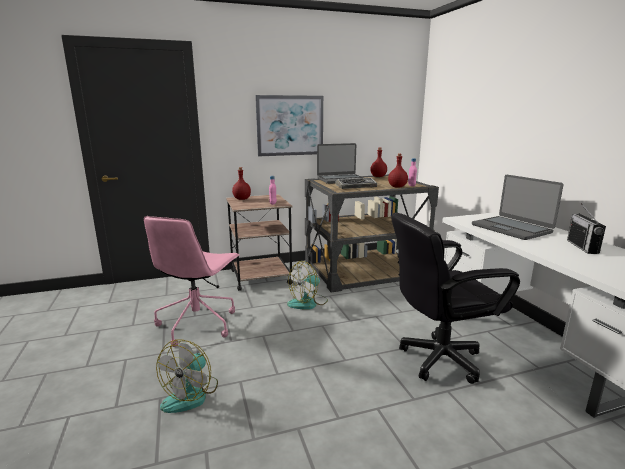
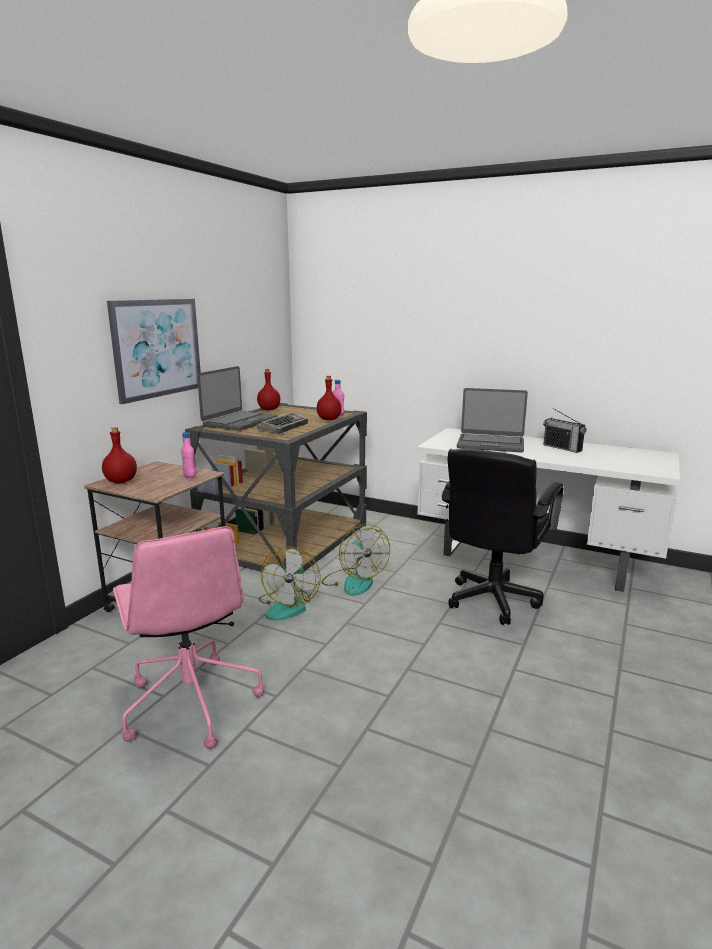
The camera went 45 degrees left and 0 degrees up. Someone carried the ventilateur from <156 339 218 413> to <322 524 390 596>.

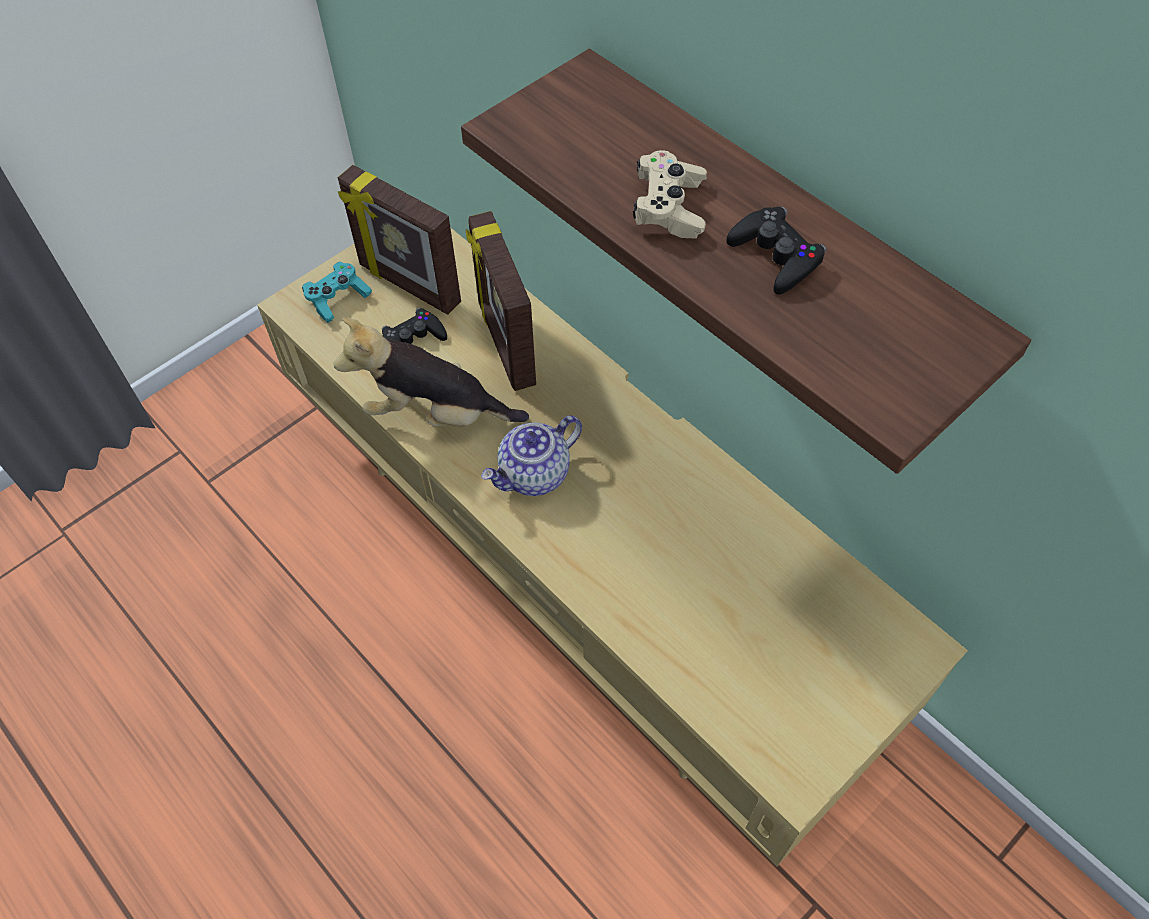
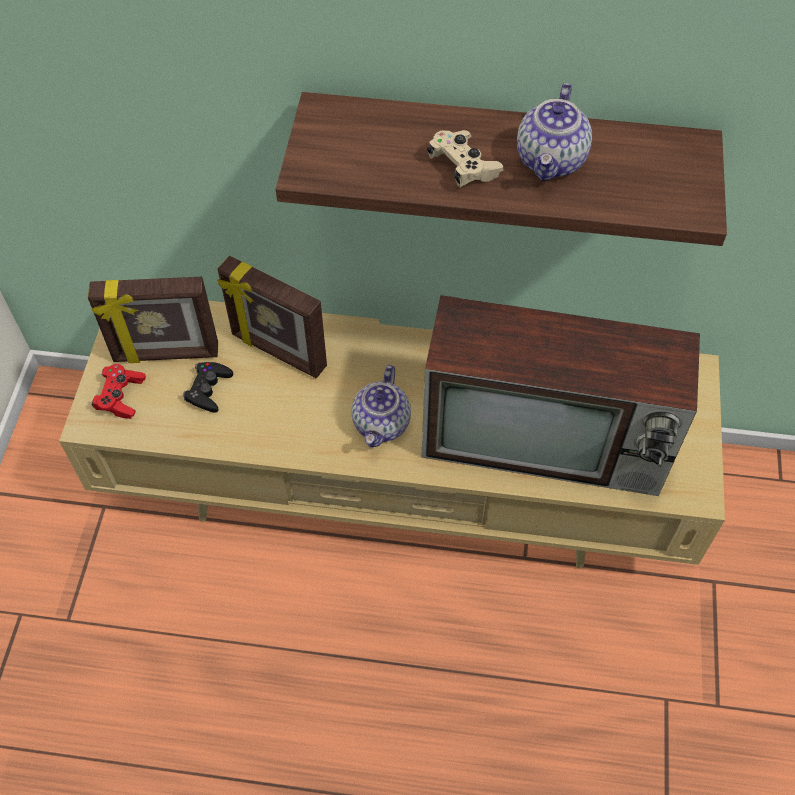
The camera went 40 degrees left and 0 degrees up. Someone took away the peluche at <334 318 529 427>. Someone put down the téléviseur at <422 295 700 496>. Someone swapped the manette [noir] at <727 207 826 295> for the théière at <517 83 592 181>. Someone repainted the manette [turquoise] at <302 262 372 323>, which became the manette [rouge] at <92 364 146 419>.

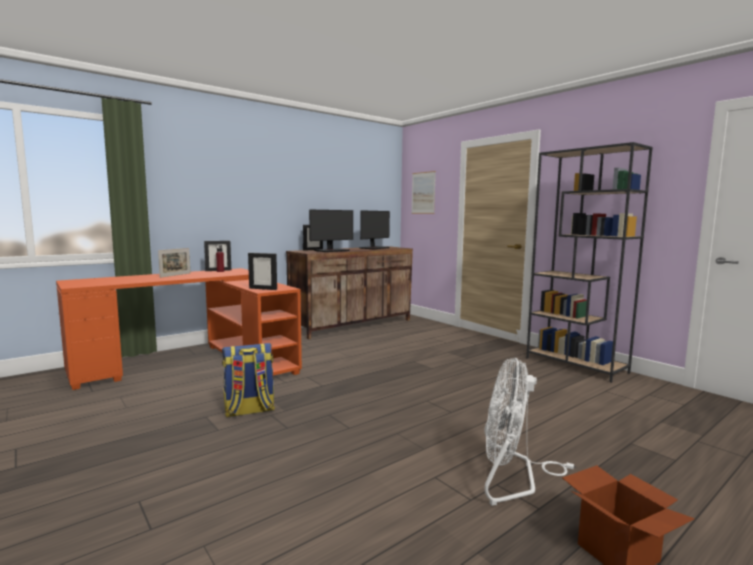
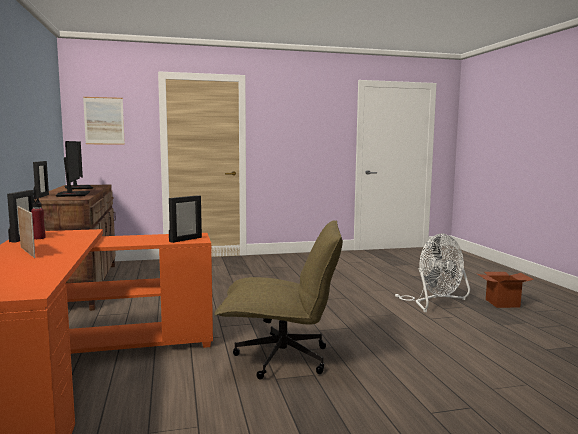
The camera went 65 degrees left and 0 degrees up. Someone took away the bibliothèque at <526 142 653 383>. Someone swapped the sac à dos at <222 343 275 418> for the chaise de bureau [beige] at <215 221 343 380>. Someone rotated the ventilateur [blanc] at <485 358 576 506> by 75 degrees counterclockwise.

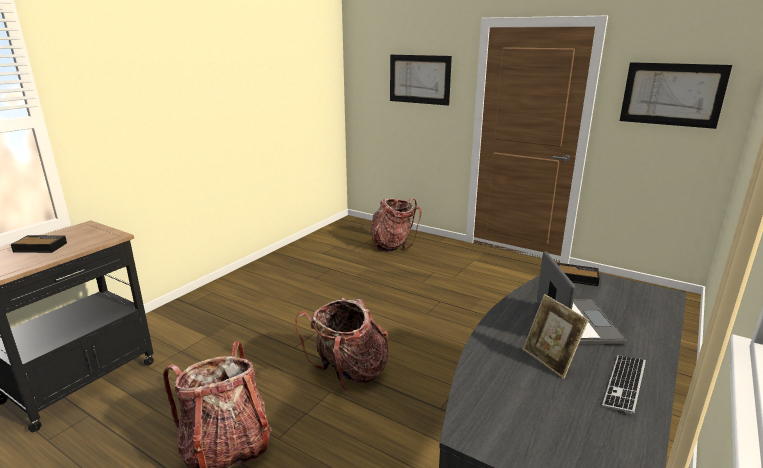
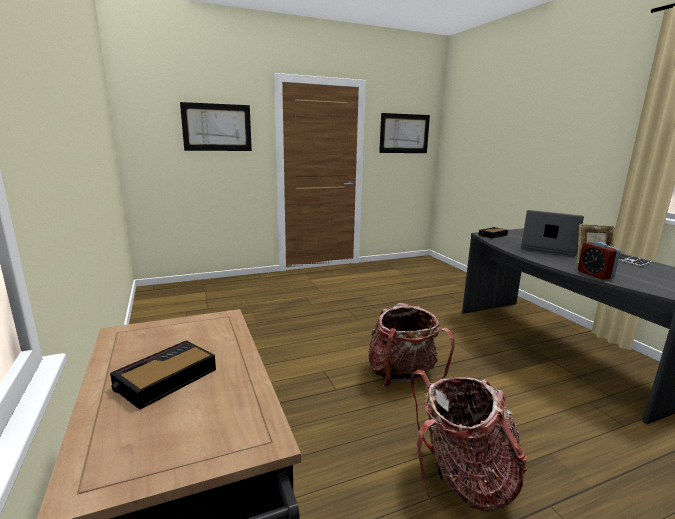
The camera went 55 degrees left and 5 degrees down. Someone took away the sac à dos at <371 198 422 252>. Someone put down the réveil at <578 242 621 280>.

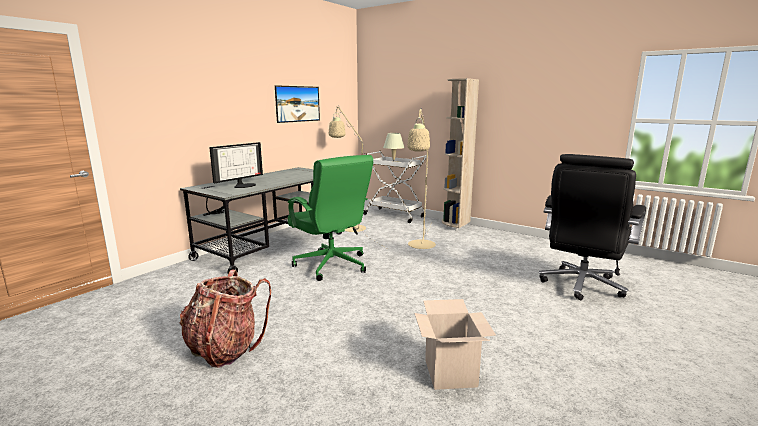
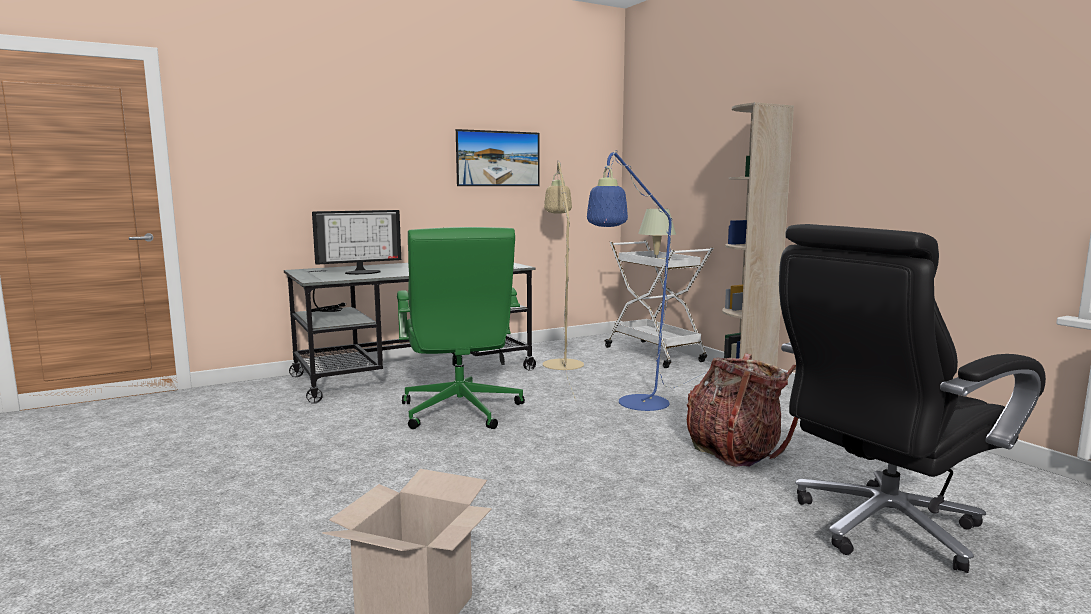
The camera went 25 degrees right and 5 degrees down. Someone carried the sac à dos from <180 270 271 368> to <687 353 798 467>. Someone repainted the lampadaire [beige] at <407 108 436 249>, which became the lampadaire [bleu] at <587 150 706 411>.

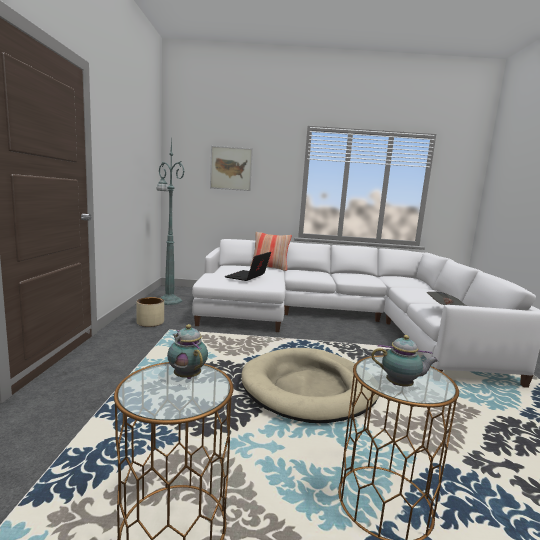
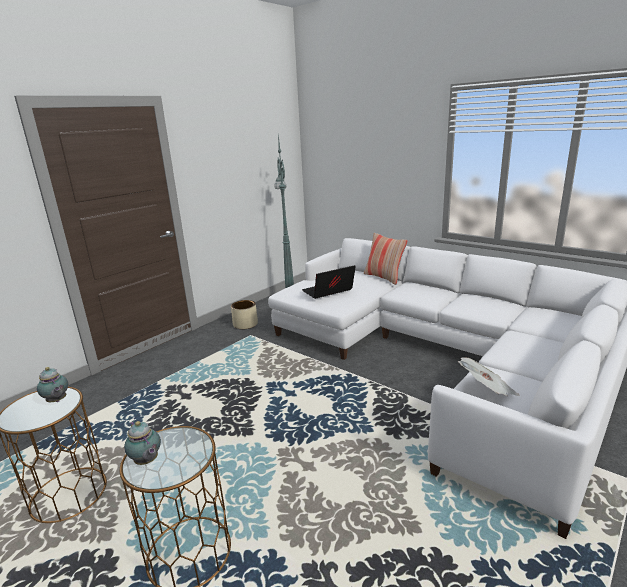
The camera went 40 degrees right and 10 degrees up. Someone took away the tableau at <210 146 253 191>. Someone took away the panier pour chien [beige] at <241 348 379 423>. Someone rotated the théière at <167 324 208 379> by 135 degrees clockwise.

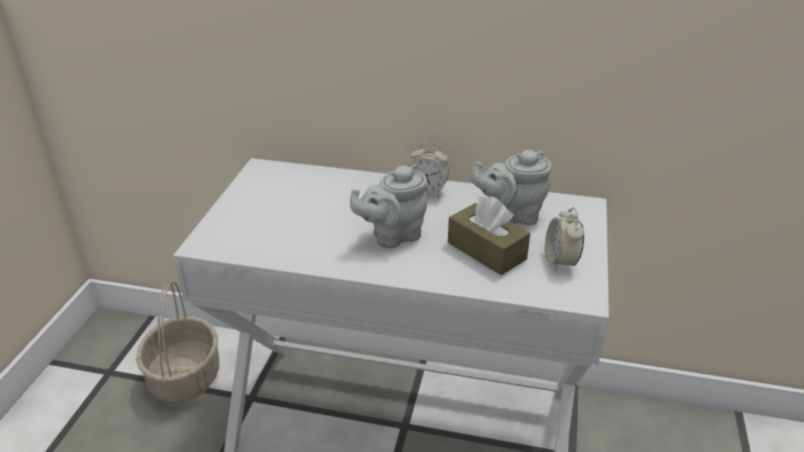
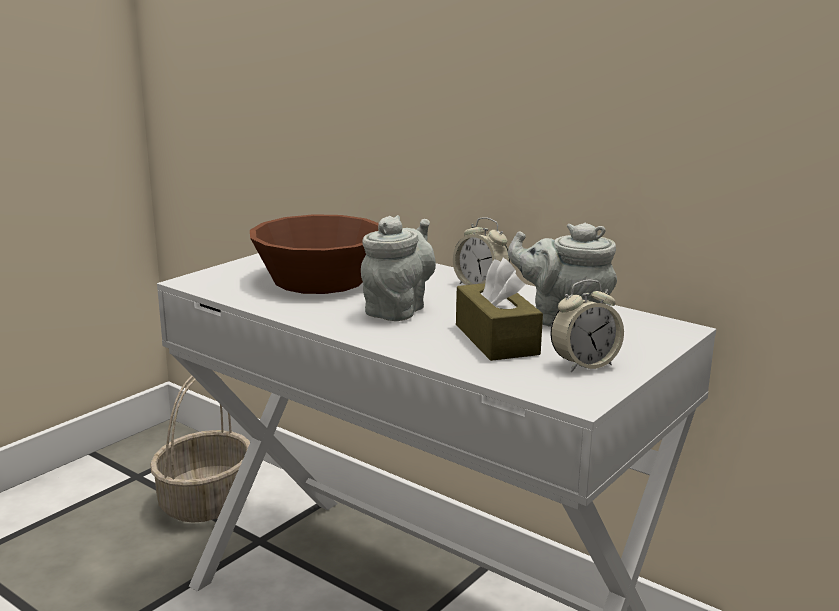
The camera went 25 degrees right and 15 degrees down. Someone put down the bol [marron] at <250 214 379 294>. Someone rotated the théière [gris] at <350 165 427 248> by 120 degrees clockwise. Someone rotated the réveil at <545 207 584 271> by 135 degrees counterclockwise.

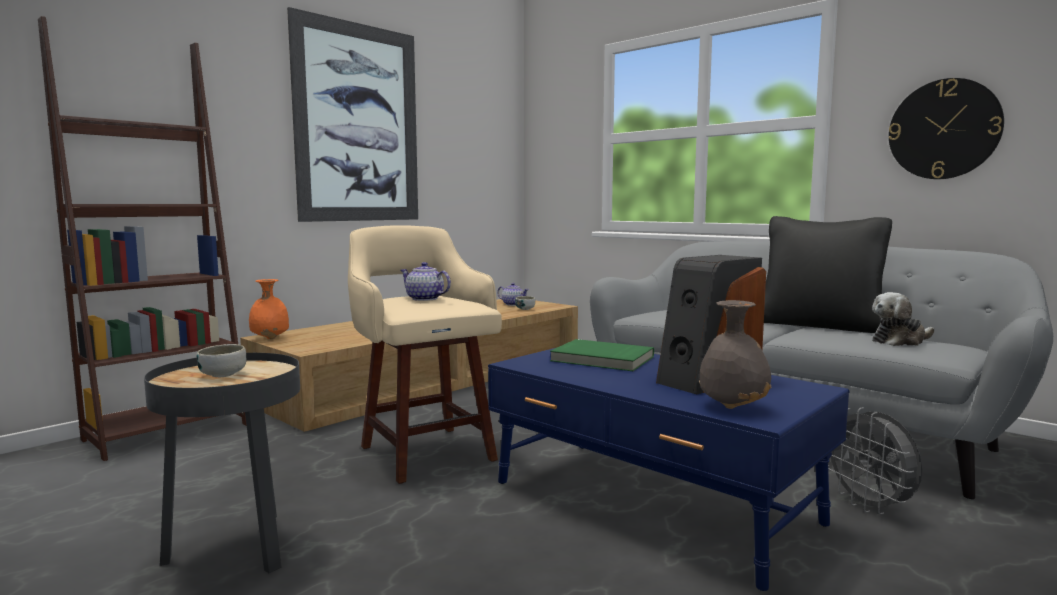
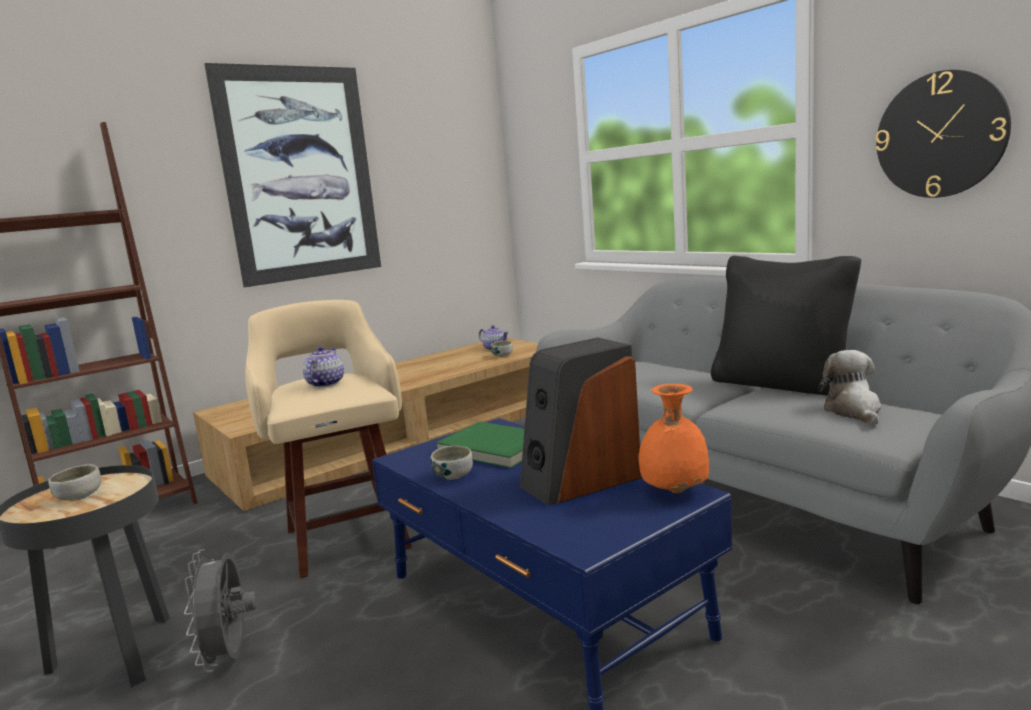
The camera went 10 degrees right and 5 degrees up. Someone took away the vase [gris] at <699 300 771 409>. Someone put down the bol at <431 446 473 480>. Someone carried the vase [orange] from <249 279 289 339> to <638 384 709 493>. Someone carried the ventilateur [gris] from <828 407 923 514> to <184 549 257 672>. Someone rotated the théière at <400 262 451 301> by 60 degrees clockwise. Someone rotated the peluche at <872 292 934 346> by 105 degrees clockwise.

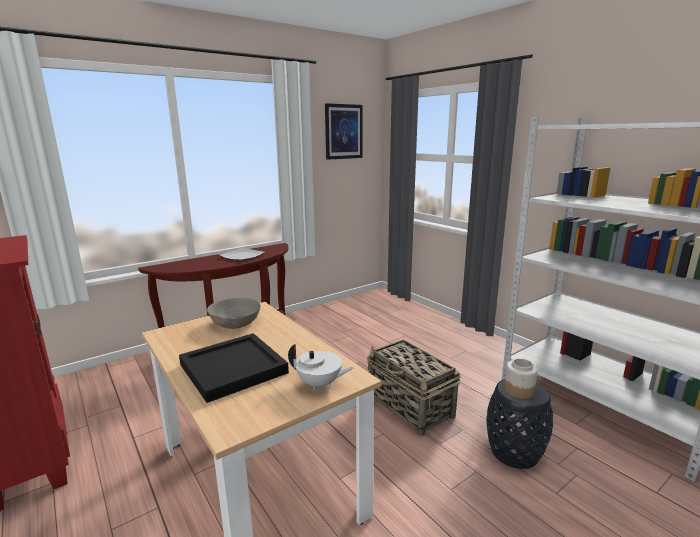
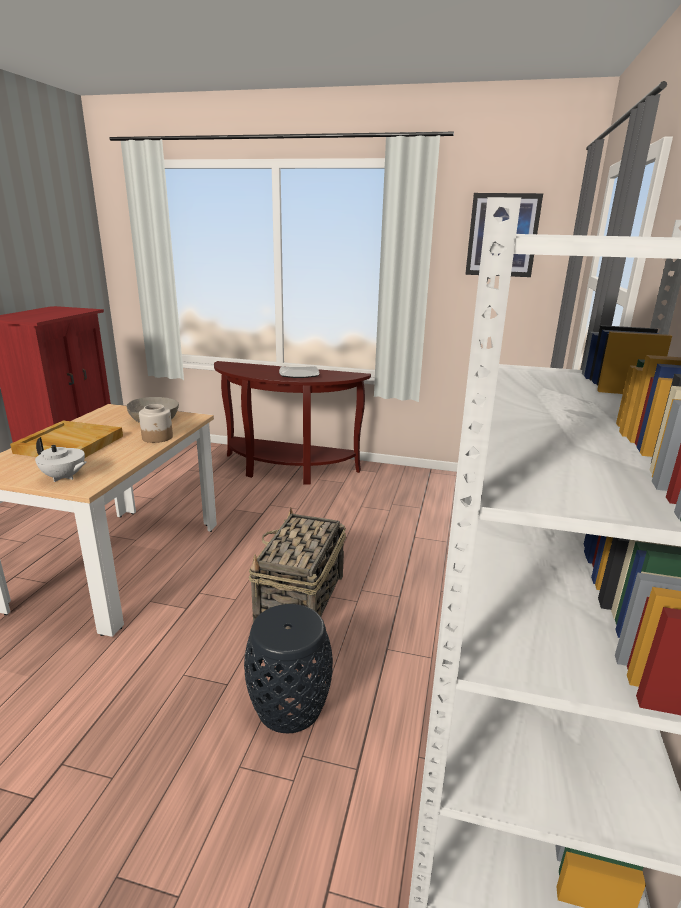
The camera went 50 degrees right and 5 degrees up. Someone carried the bocal from <504 358 538 399> to <139 404 173 443>. Someone repainted the plateau [noir] at <179 333 289 403>, which became the plateau [beige] at <10 421 123 458>. Someone rotated the théière [blanc] at <288 343 354 391> by 45 degrees counterclockwise.

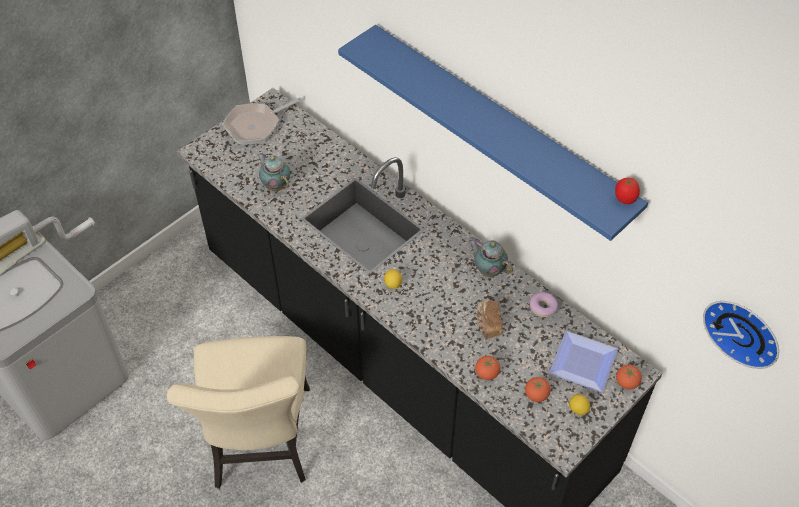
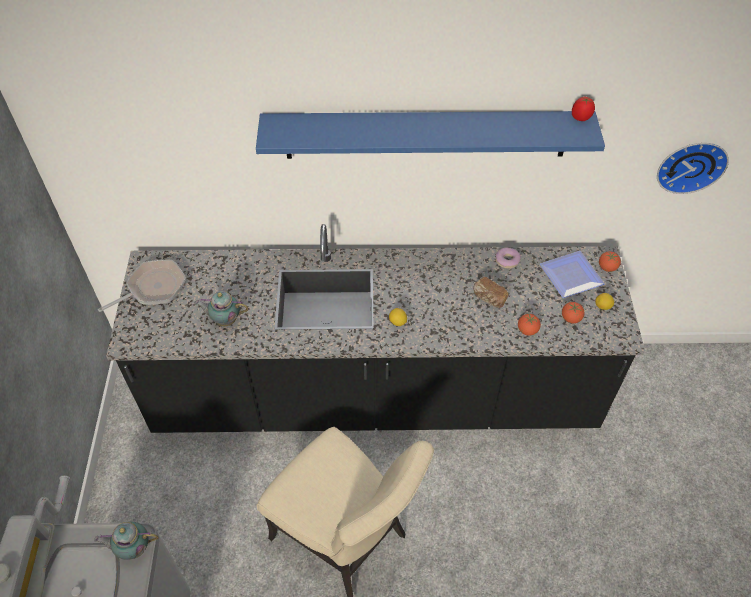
The camera went 45 degrees left and 0 degrees up. Someone carried the théière from <468 238 513 277> to <94 522 159 560>. Someone rotated the poêle at <222 97 302 144> by 135 degrees counterclockwise.

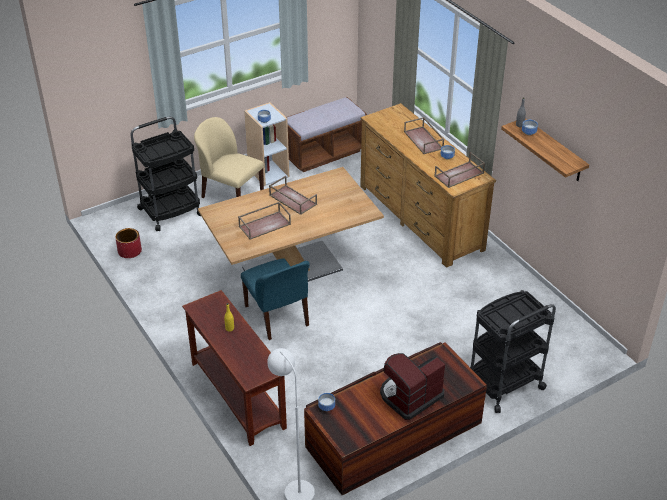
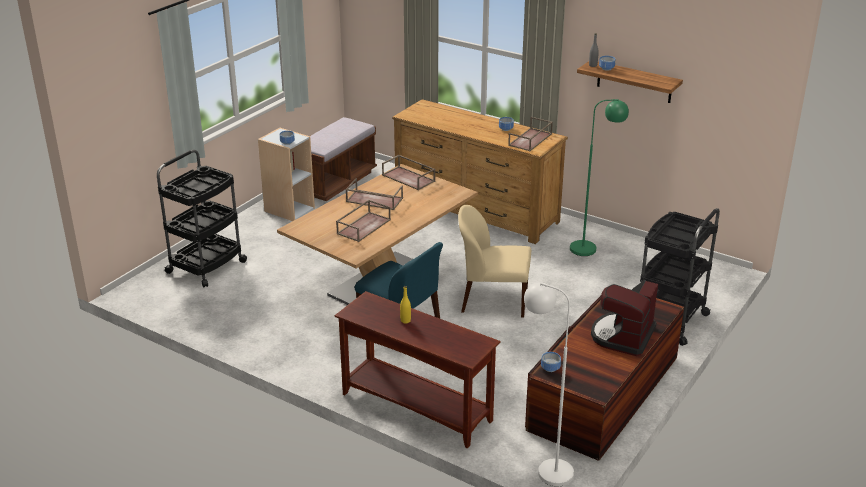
The camera went 25 degrees left and 10 degrees down. Someone took away the cache-pot [rouge] at <115 228 142 258>. Someone put down the lampadaire [vert] at <570 99 629 256>. Someone carried the chaise [beige] from <194 117 264 198> to <458 205 531 318>. Someone carried the plateau [marron] from <404 117 444 154> to <382 155 435 190>.

